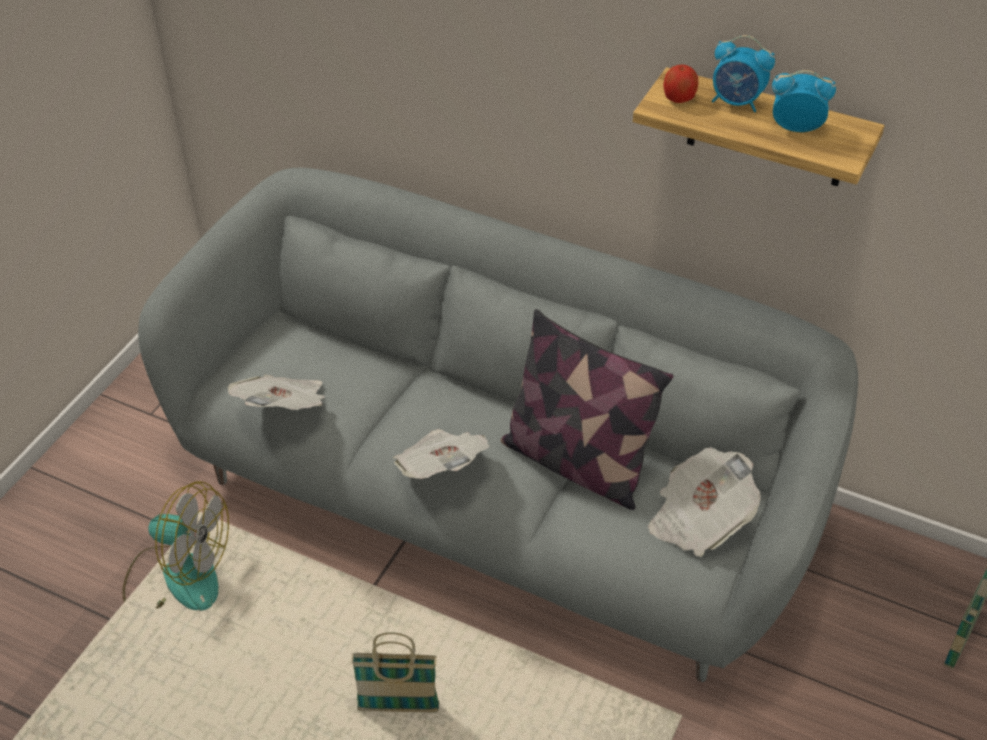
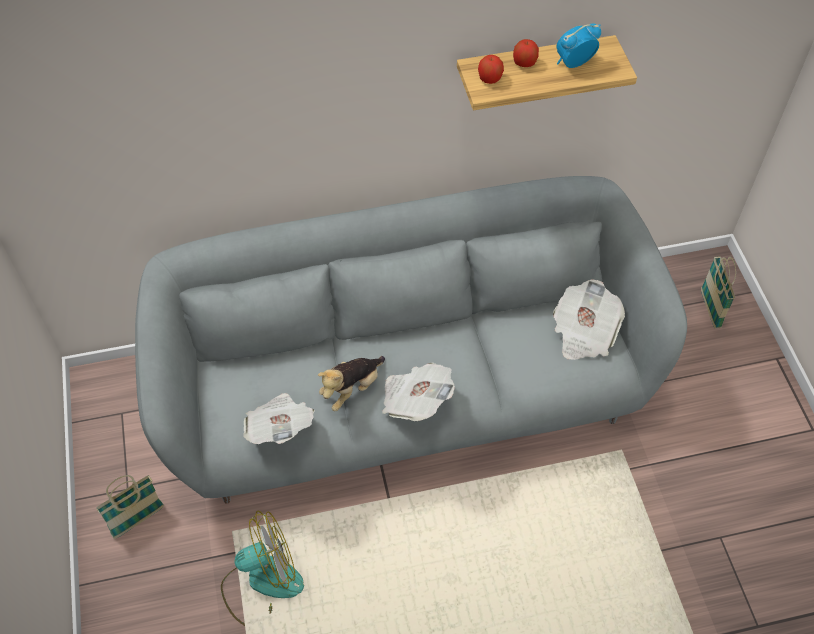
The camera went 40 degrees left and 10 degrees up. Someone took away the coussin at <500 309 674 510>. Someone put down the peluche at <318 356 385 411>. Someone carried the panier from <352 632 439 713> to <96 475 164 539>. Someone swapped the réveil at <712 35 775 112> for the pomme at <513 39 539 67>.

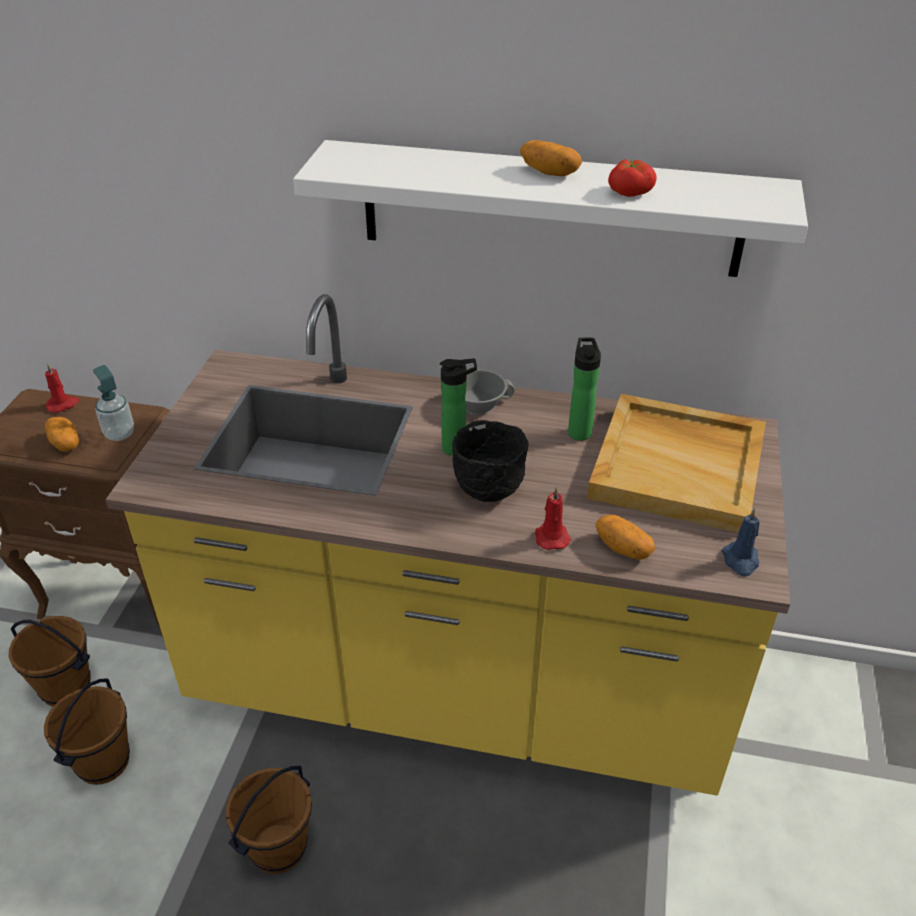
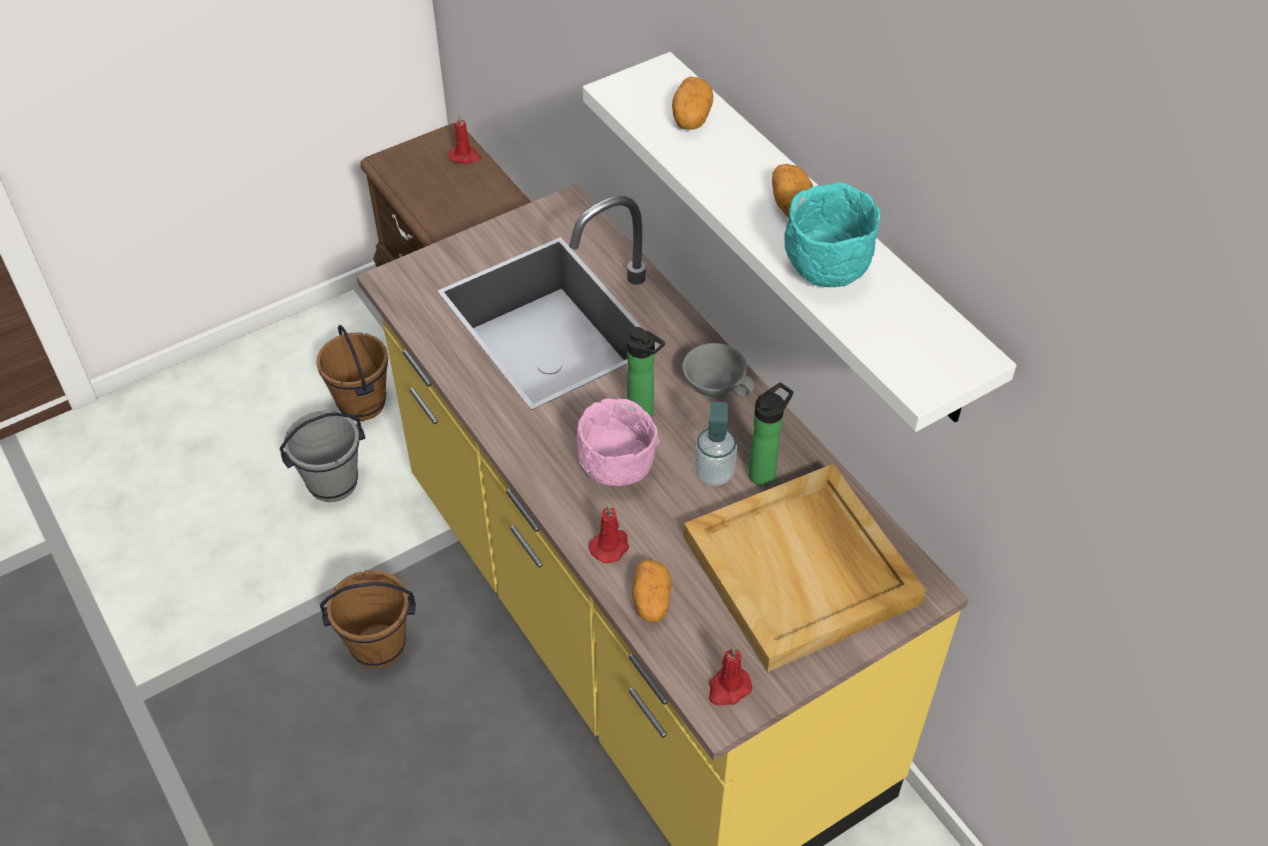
The camera went 45 degrees right and 10 degrees up. Someone carried the pomme de terre from <45 417 79 452> to <672 77 713 130>. Someone carried the distributeur de savon from <93 365 134 441> to <694 402 737 486>. Someone swapped the tomate at <608 159 657 197> for the bol [turquoise] at <784 183 880 287>. Someone repainted the seau [marron] at <44 678 130 785>, which became the seau [gris] at <280 410 365 502>. Someone repainted the bol [noir] at <452 420 529 502>, which became the bol [rose] at <577 398 660 486>. Someone repainted the bougie [bleu] at <722 508 759 577>, which became the bougie [rouge] at <709 647 752 705>.

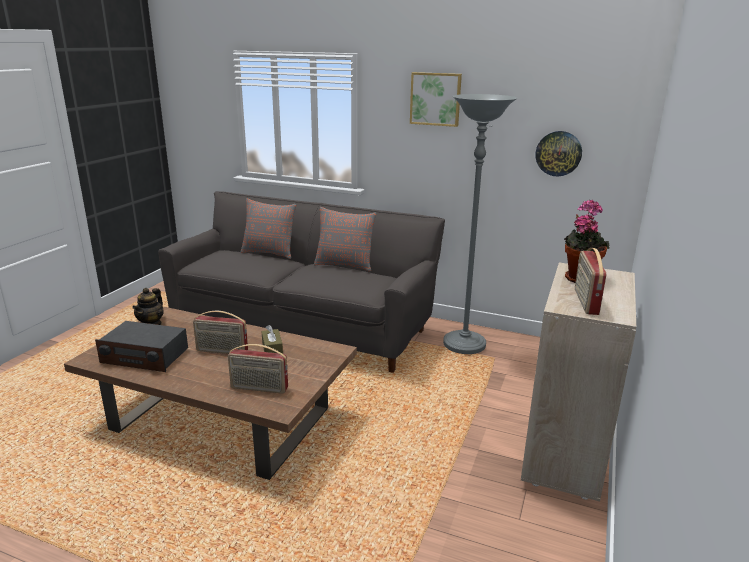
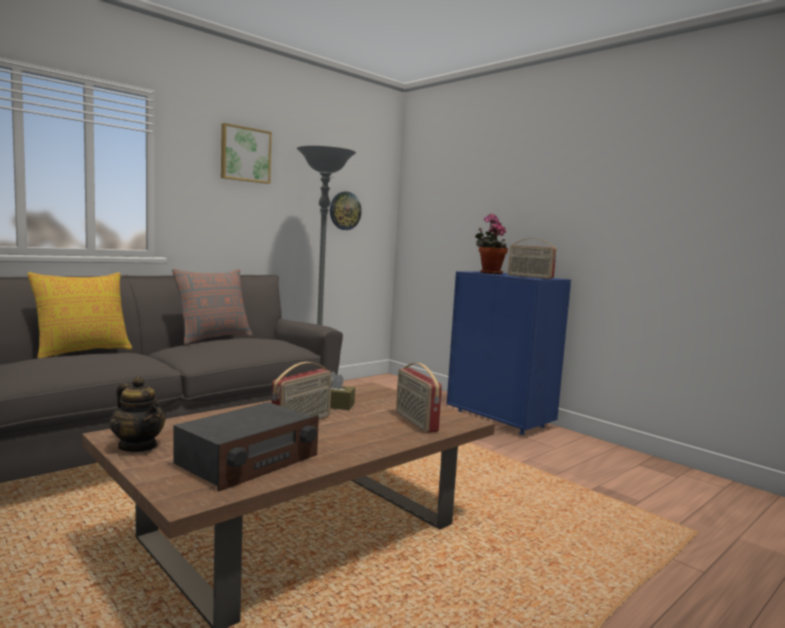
The camera went 65 degrees left and 15 degrees down. Someone repainted the coussin [gris] at <241 198 296 259>, which became the coussin [jaune] at <27 272 132 359>. Someone repainted the meuble de rangement [beige] at <521 263 637 501>, which became the meuble de rangement [bleu] at <447 271 571 435>. Someone rotated the radio at <228 344 288 394> by 120 degrees clockwise.

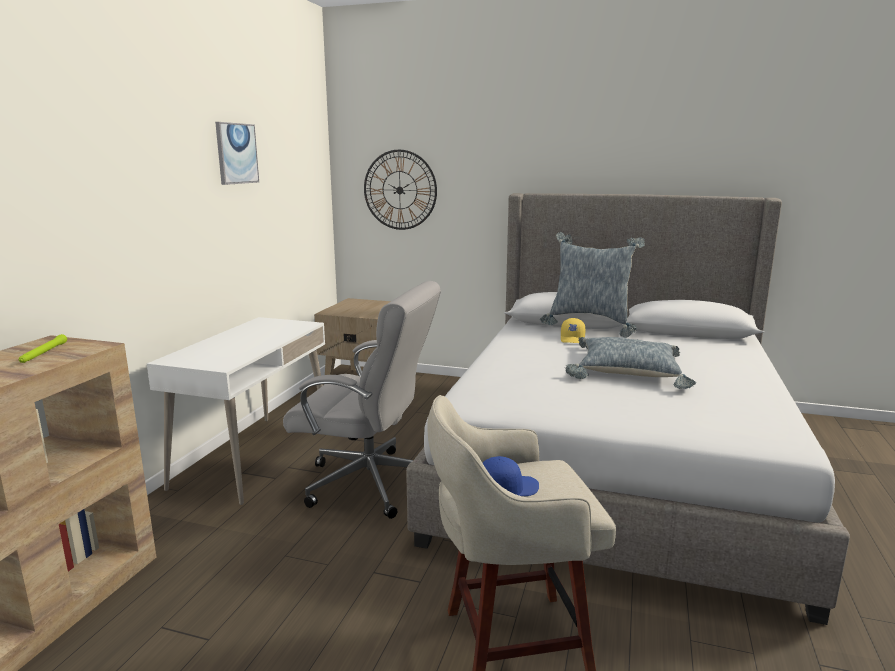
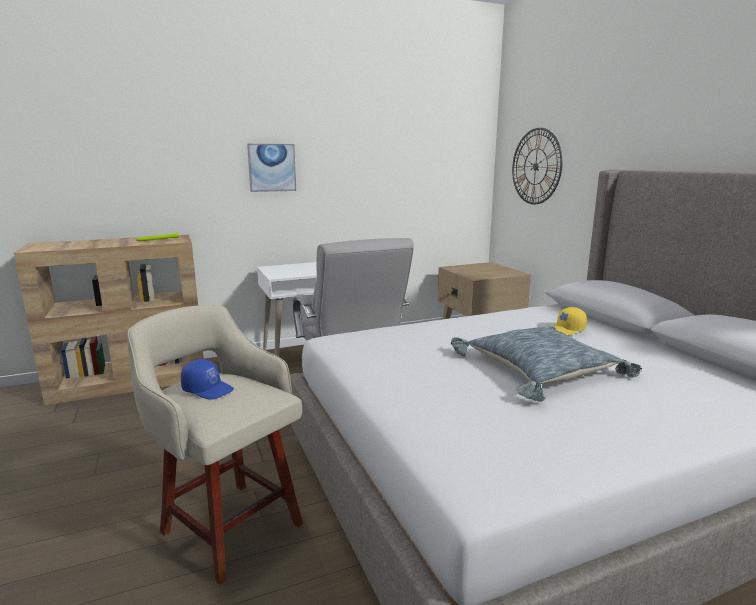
The camera went 50 degrees right and 0 degrees up. Someone took away the coussin at <539 232 645 338>. Someone carried the tableau from <215 122 259 185> to <247 144 296 192>.

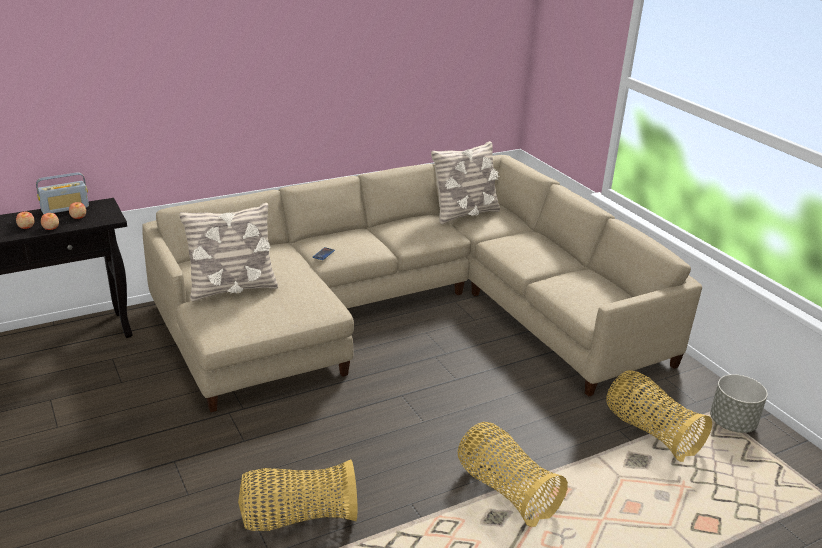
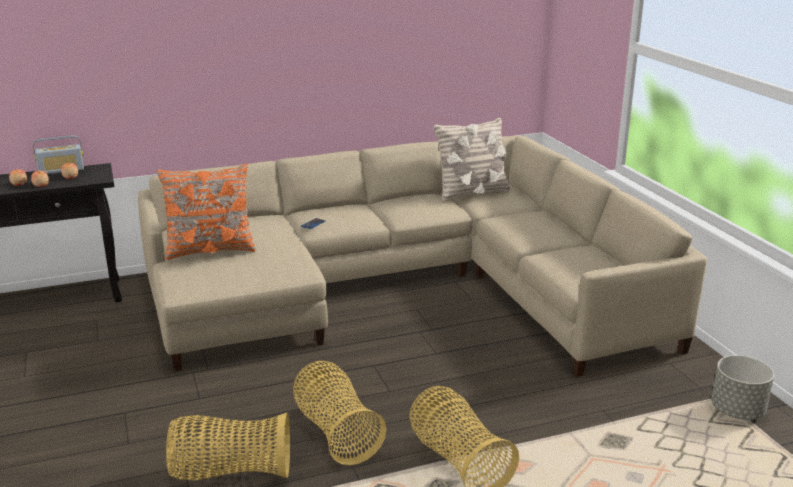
The camera went 10 degrees right and 5 degrees down. Someone carried the panier from <606 370 712 462> to <293 361 387 465>. Someone repainted the coussin [beige] at <179 203 278 301>, which became the coussin [orange] at <157 164 256 260>.

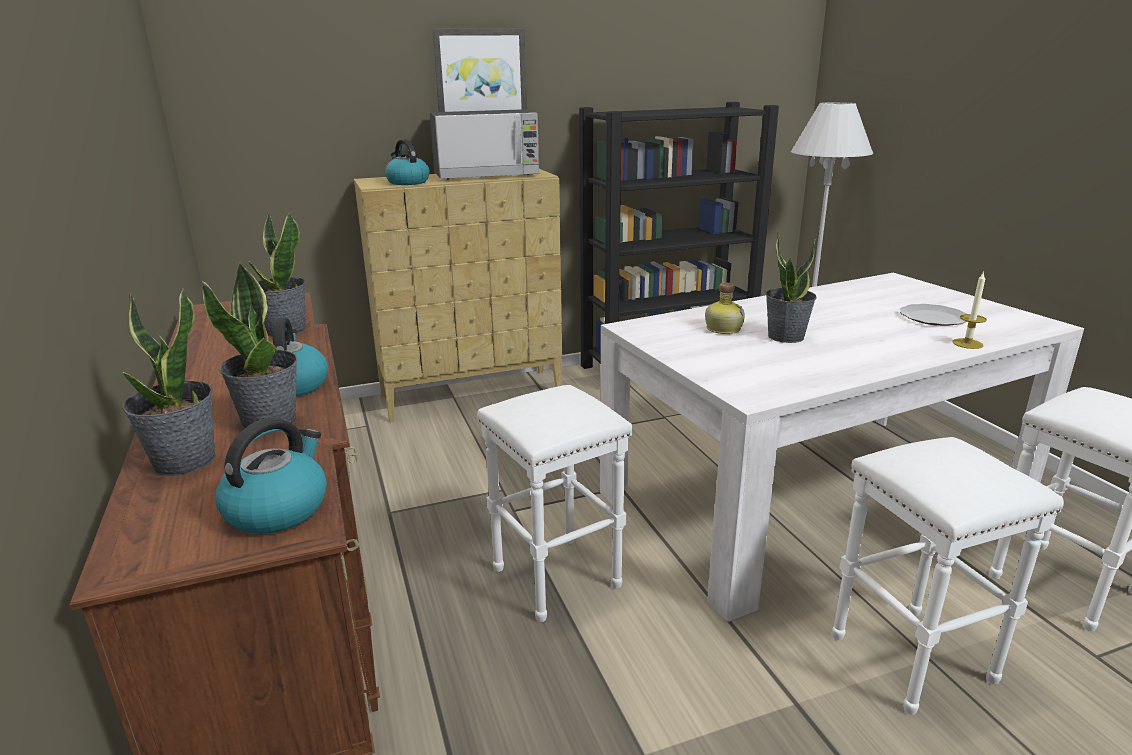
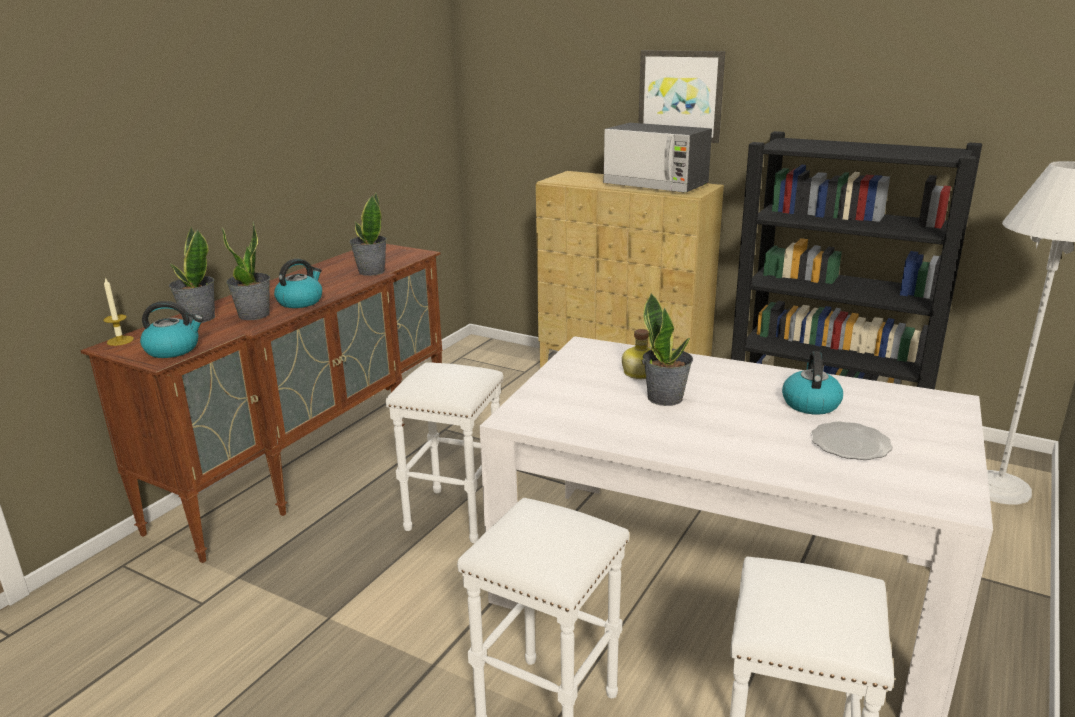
The camera went 50 degrees right and 0 degrees up. Someone carried the bouilloire from <385 139 430 185> to <782 351 843 415>. Someone carried the bougie from <952 271 987 349> to <103 277 134 346>.

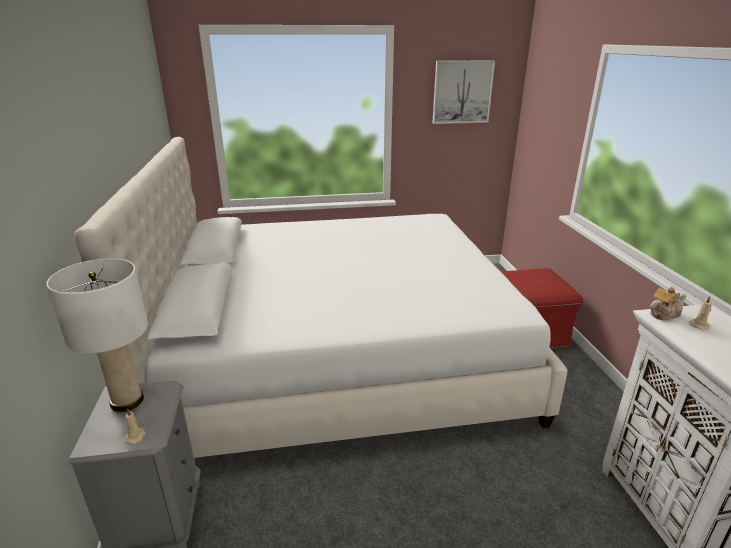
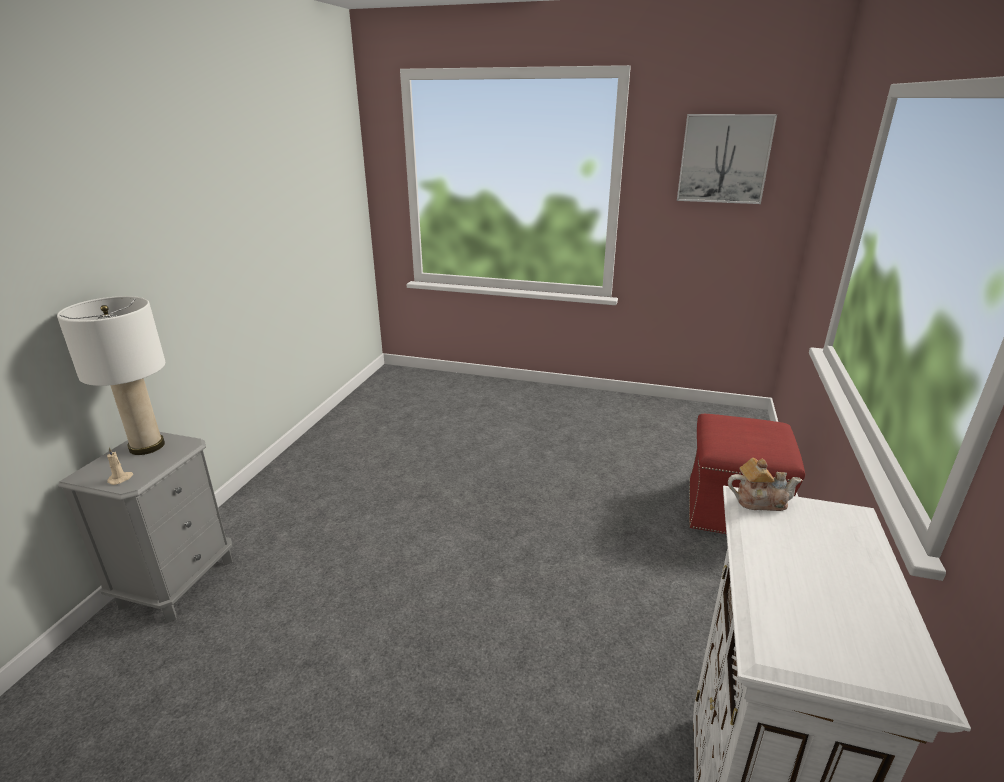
The camera went 25 degrees right and 0 degrees up. Someone took away the lit [blanc] at <74 137 568 458>. Someone took away the bougie [beige] at <689 296 712 330>.

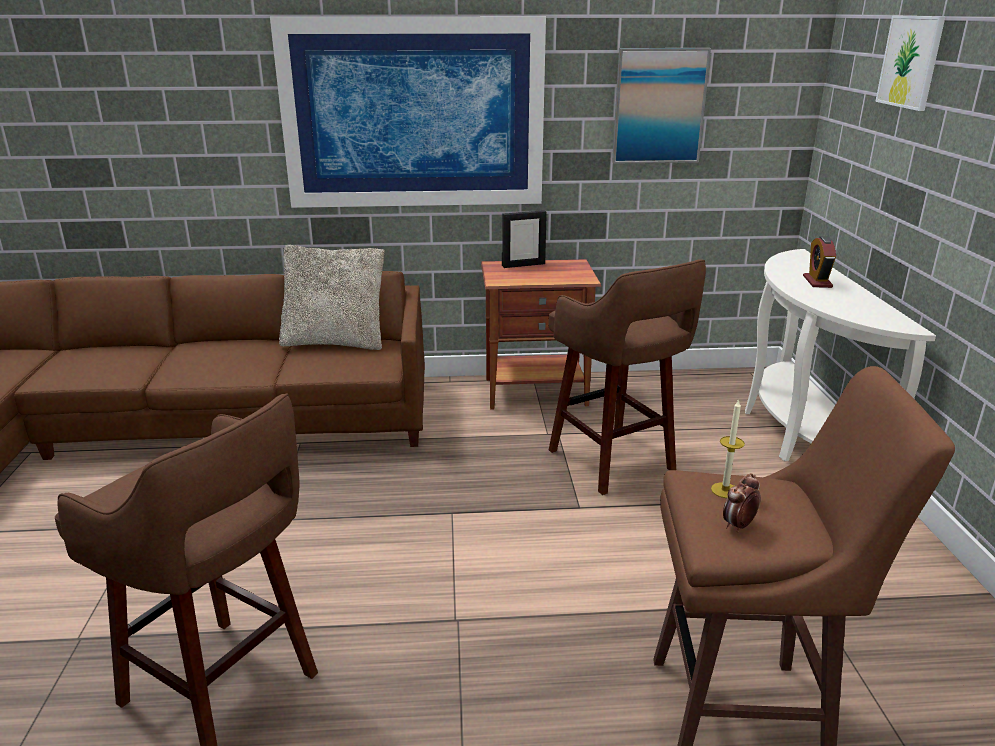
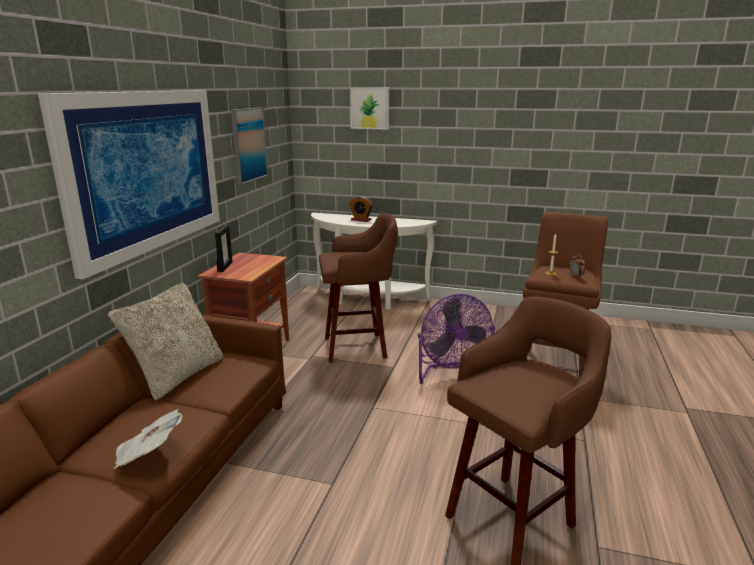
The camera went 70 degrees left and 5 degrees down. Someone put down the journal at <114 409 182 469>. Someone put down the ventilateur [violet] at <418 294 496 384>.

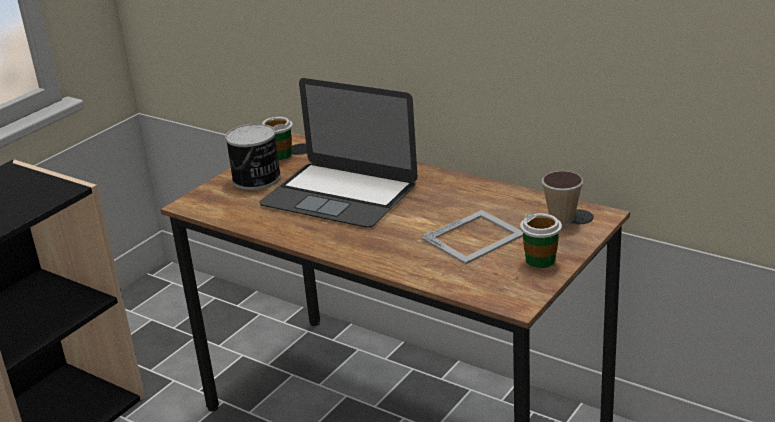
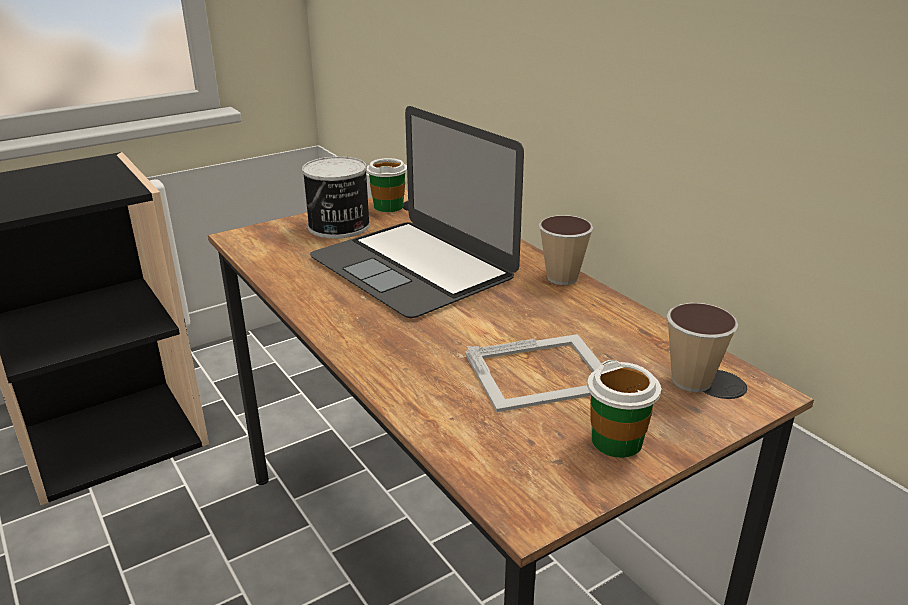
The camera went 20 degrees right and 0 degrees up. Someone put down the tasse at <539 215 593 285>.

